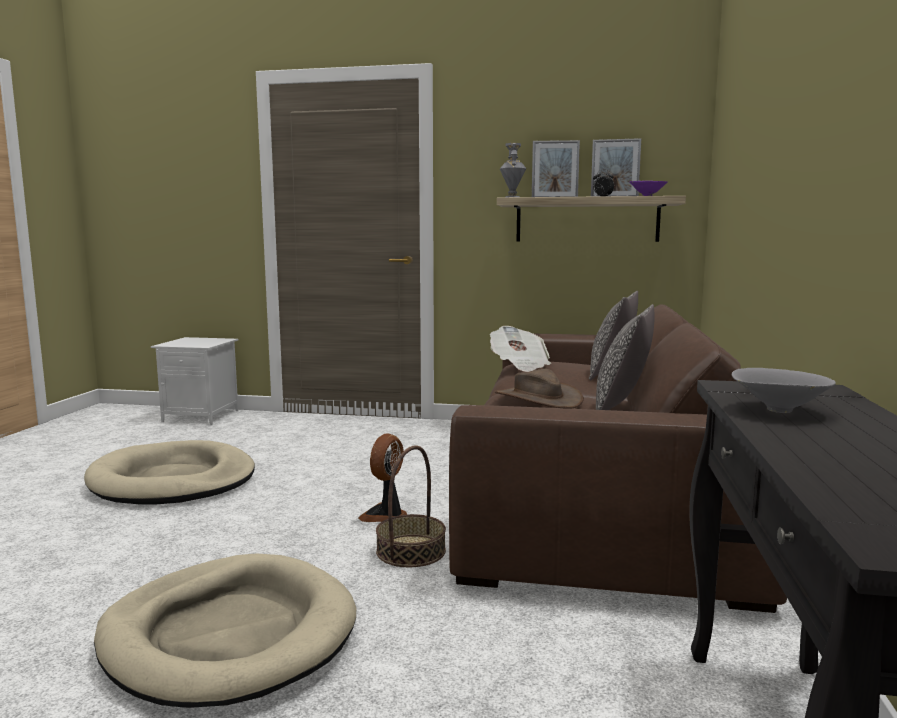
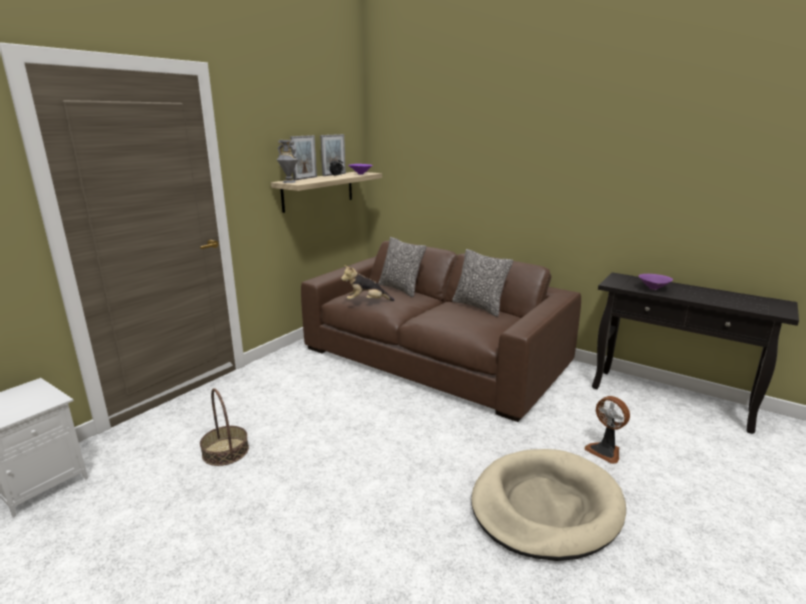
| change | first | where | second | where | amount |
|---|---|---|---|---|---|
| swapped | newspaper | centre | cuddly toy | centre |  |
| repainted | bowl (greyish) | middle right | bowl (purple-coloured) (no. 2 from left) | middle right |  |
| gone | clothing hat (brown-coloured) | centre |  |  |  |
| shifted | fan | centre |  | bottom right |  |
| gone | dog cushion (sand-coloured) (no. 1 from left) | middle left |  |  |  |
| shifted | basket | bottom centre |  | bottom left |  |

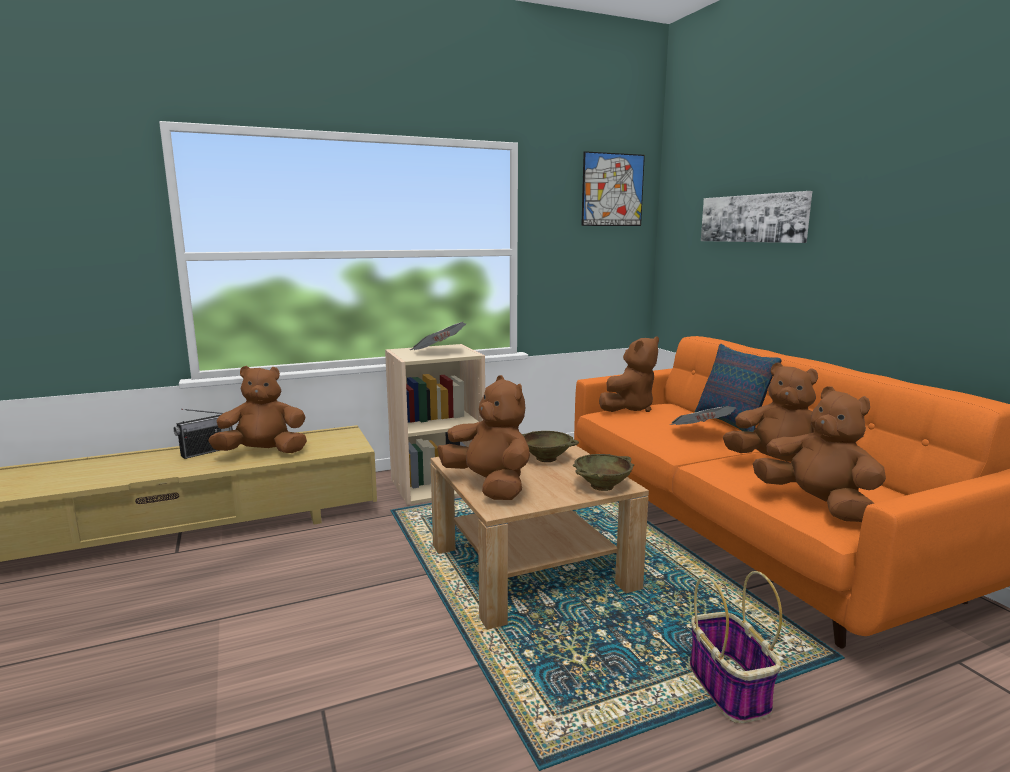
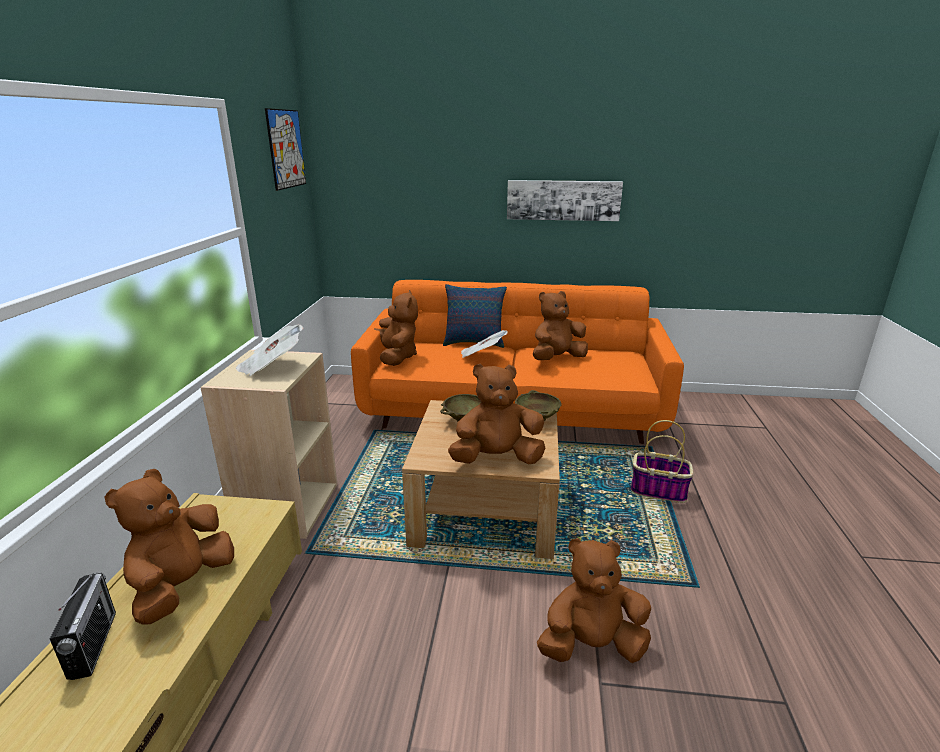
| change | first | where | second | where | amount |
|---|---|---|---|---|---|
| shifted | wall picture (no. 2 from left) | top right |  | top centre |  |
| shifted | cuddly toy (brown-coloured) (no. 5 from left) | middle right |  | bottom centre |  |

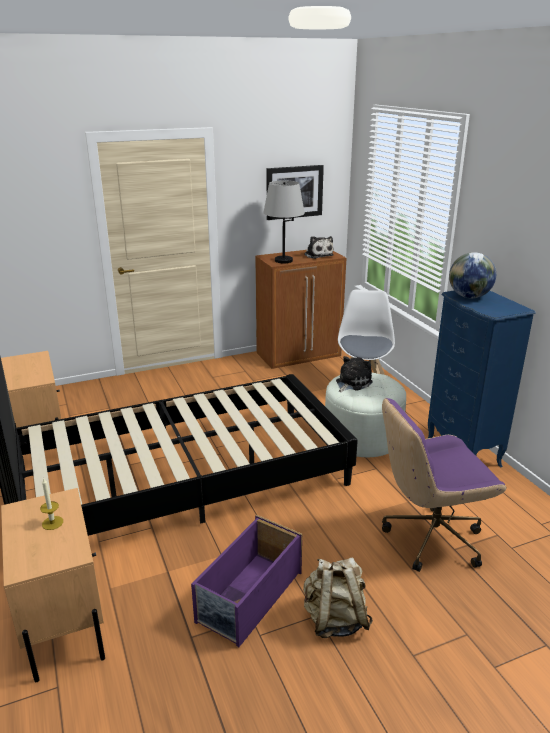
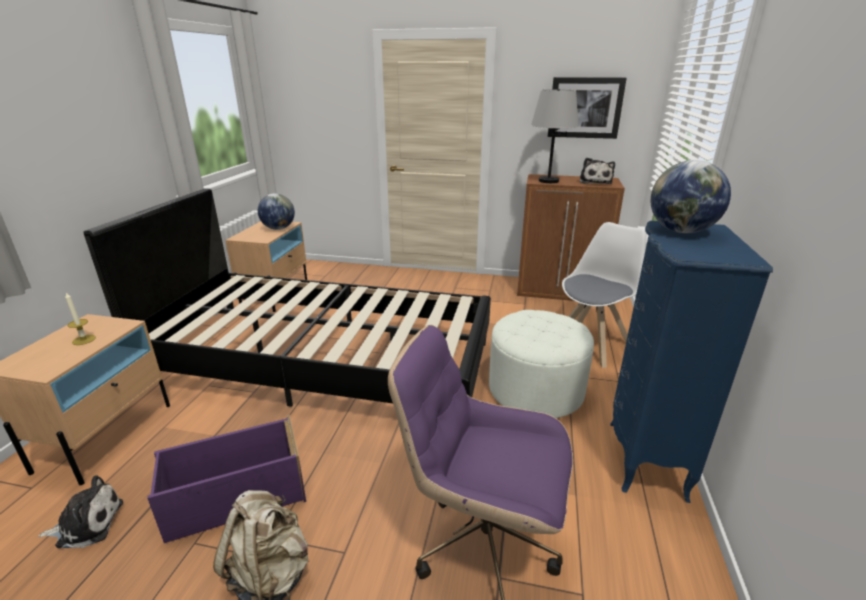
| change | first | where | second | where | amount |
|---|---|---|---|---|---|
| shifted | cuddly toy (no. 2 from left in the first image) | centre | cuddly toy (no. 1 from left) | bottom left |  |
| new |  |  | desk globe (no. 1 from left) | middle left |  |

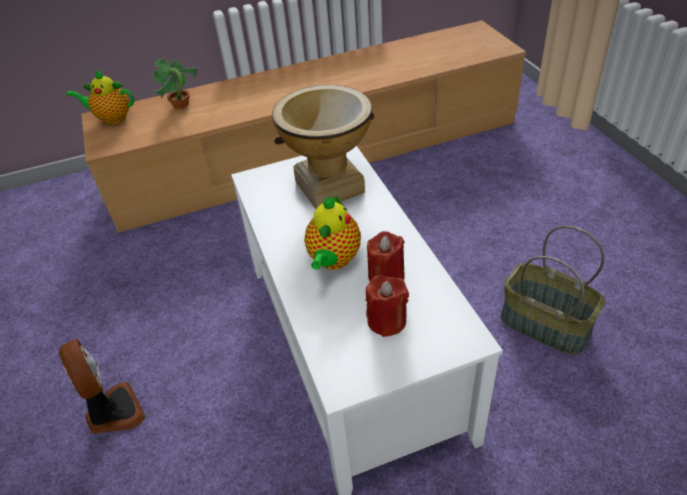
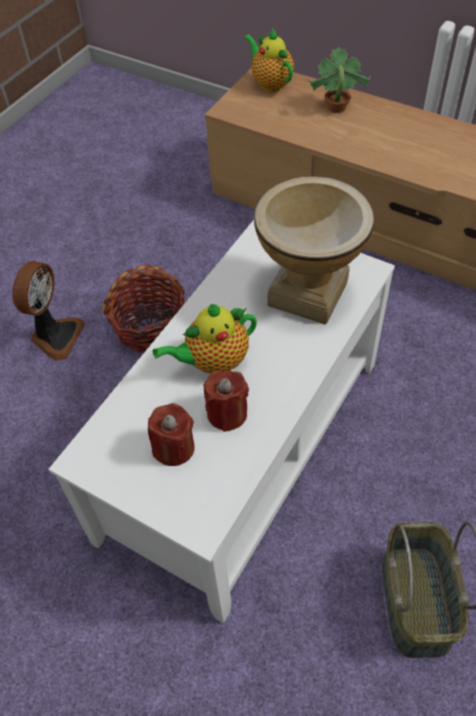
| change | first | where | second | where | amount |
|---|---|---|---|---|---|
| new |  |  | basket (no. 1 from left) | middle left |  |

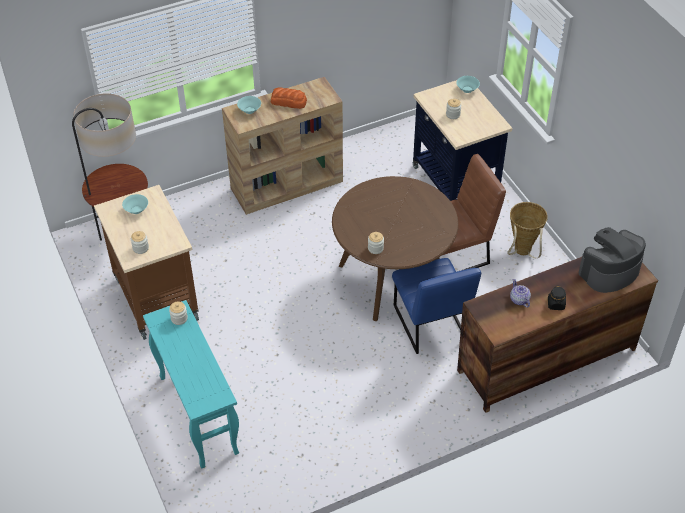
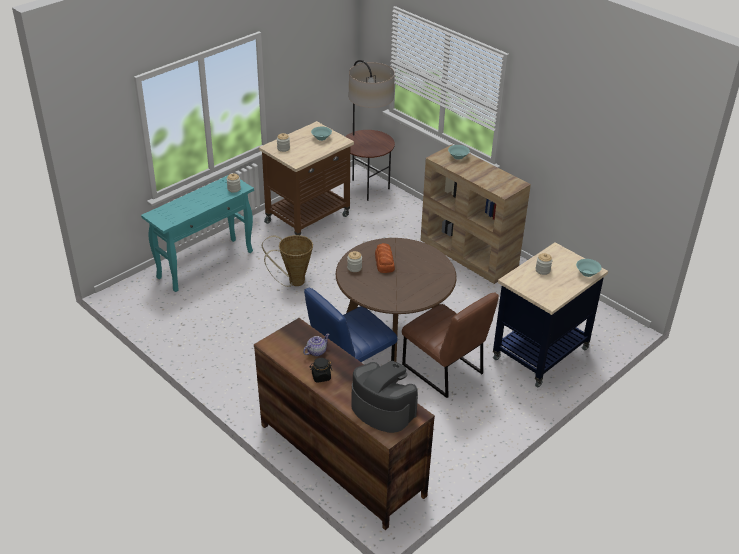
| change | first | where | second | where | amount |
|---|---|---|---|---|---|
| shifted | baked bread | top centre |  | centre |  |
| shifted | basket | middle right |  | centre |  |

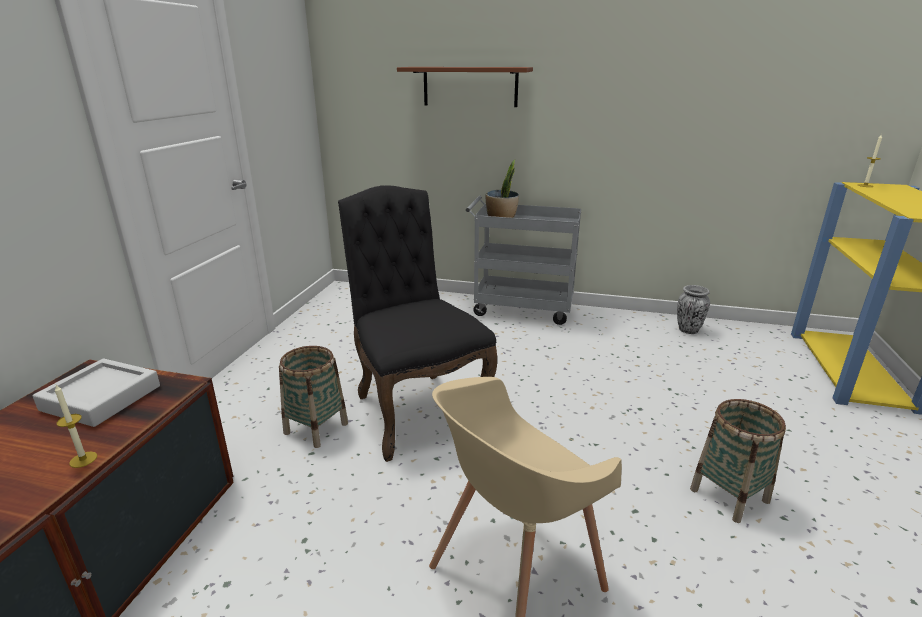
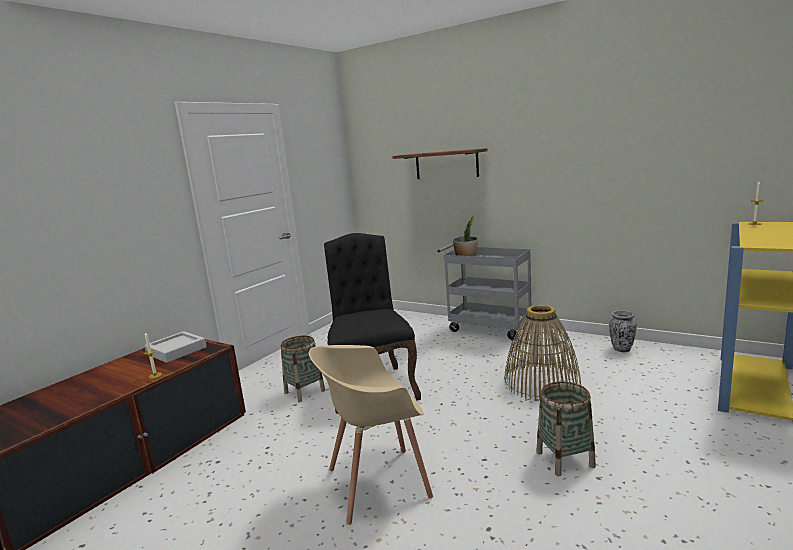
| change | first | where | second | where | amount |
|---|---|---|---|---|---|
| new |  |  | basket (no. 2 from left) | middle right |  |

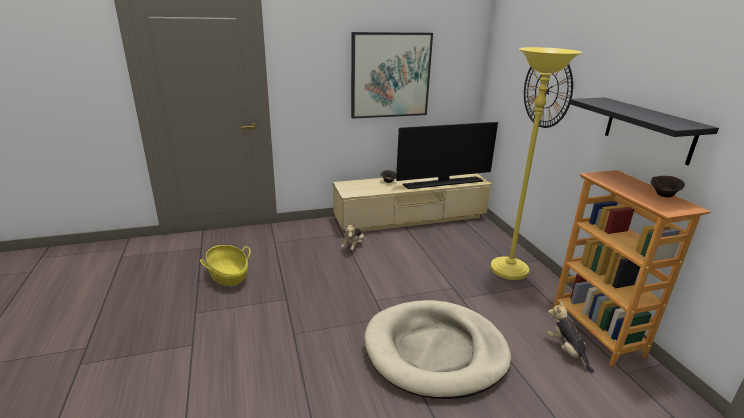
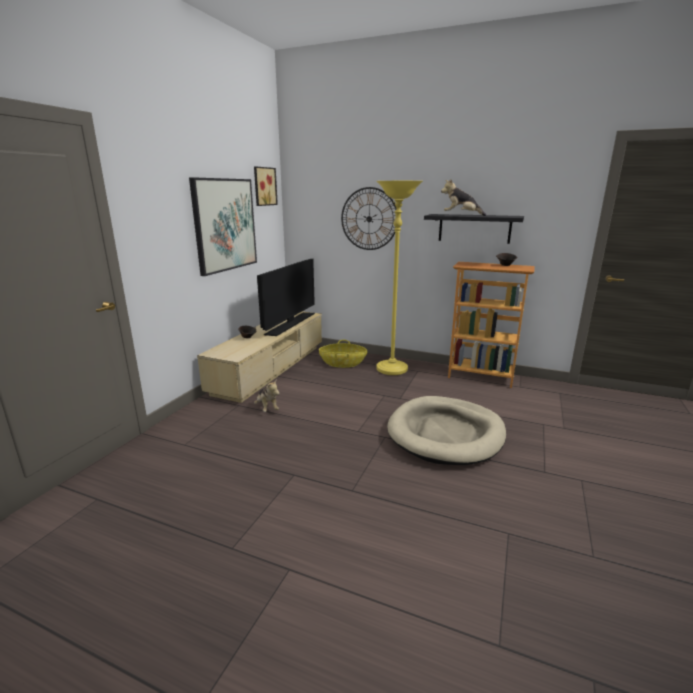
| change | first | where | second | where | amount |
|---|---|---|---|---|---|
| shifted | basket | middle left |  | centre |  |
| shifted | cuddly toy (no. 2 from left) | bottom right |  | top right |  |
| new |  |  | wall picture (no. 2 from left) | top centre |  |

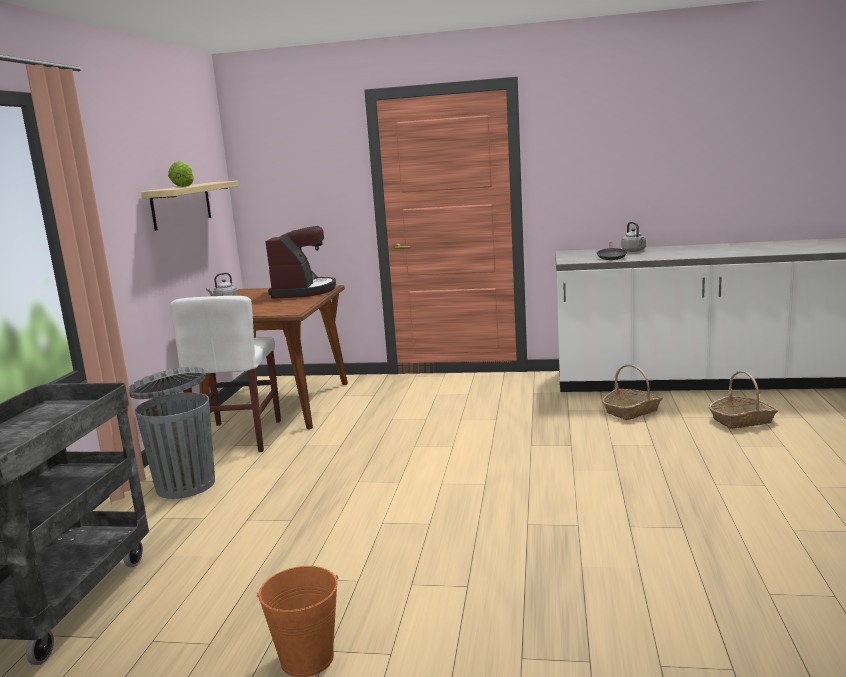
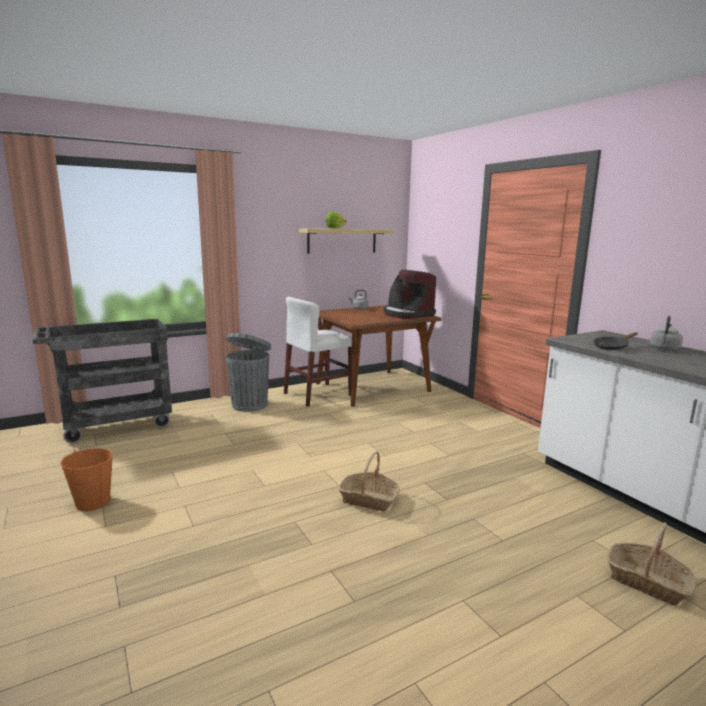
| change | first | where | second | where | amount |
|---|---|---|---|---|---|
| rotated | coffee maker | centre |  | centre | 90 degrees clockwise |
| shifted | basket (no. 1 from left) | middle right |  | bottom centre |  |

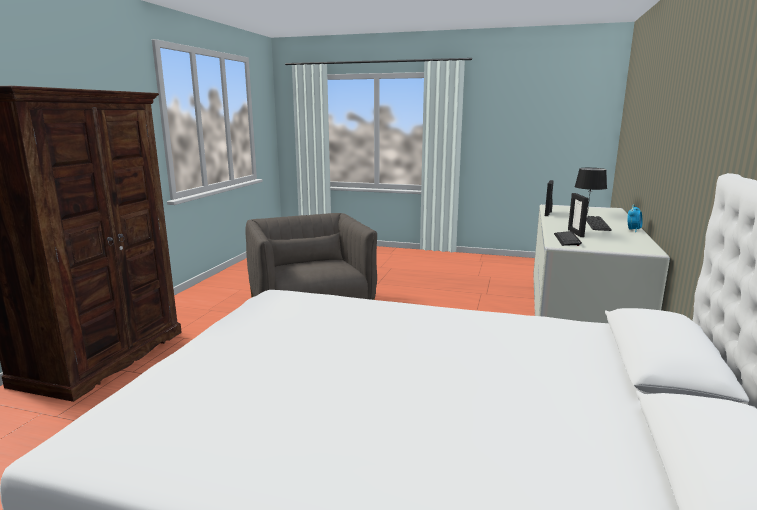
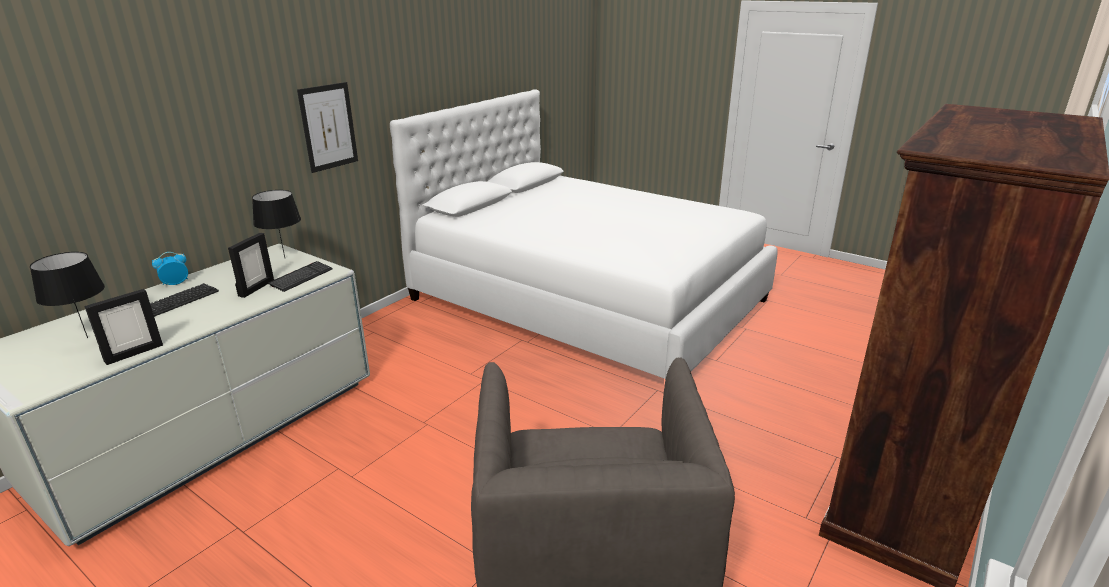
| change | first | where | second | where | amount |
|---|---|---|---|---|---|
| new |  |  | wall picture | top left |  |
| new |  |  | tabletop lamp (black) (no. 2 from left) | middle left |  |

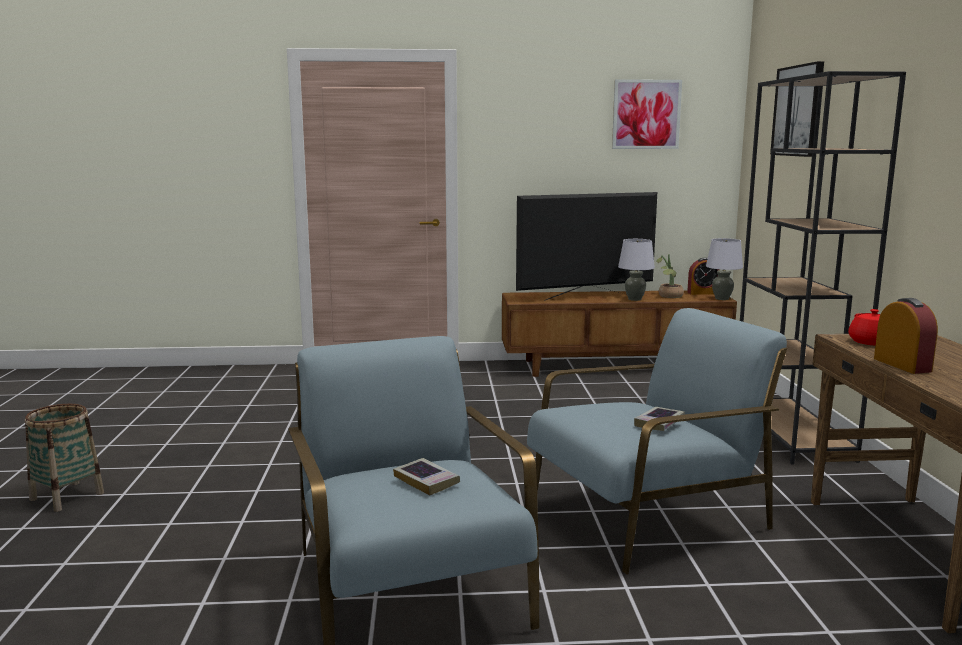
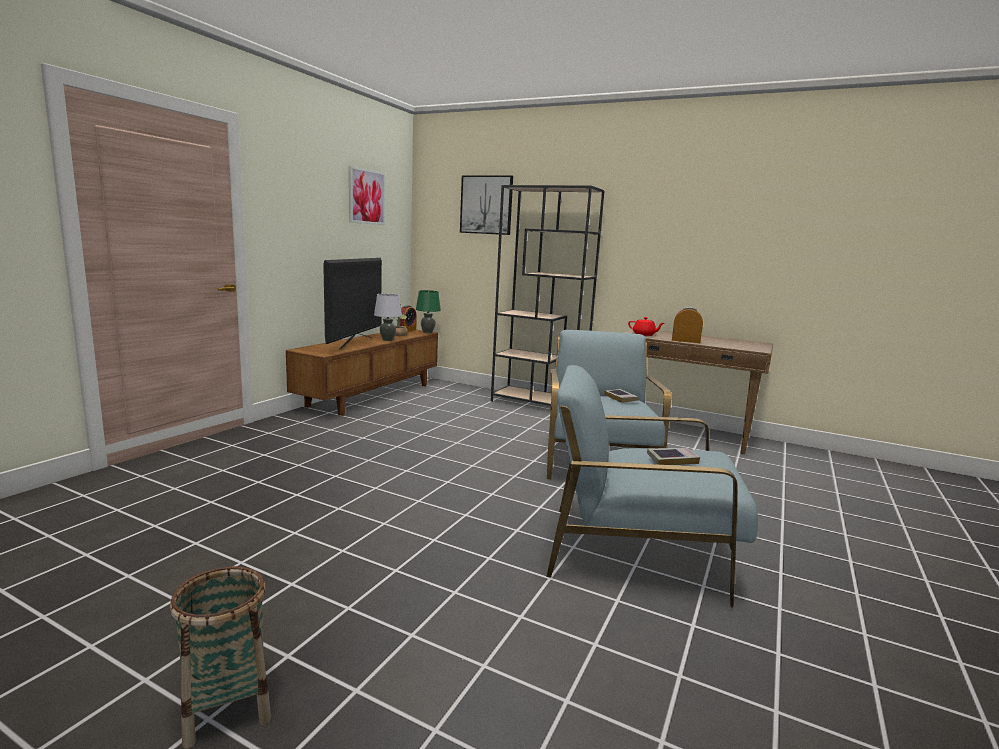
| change | first | where | second | where | amount |
|---|---|---|---|---|---|
| repainted | tabletop lamp (greyish) (no. 2 from left) | middle right | tabletop lamp (green-coloured) | centre |  |

